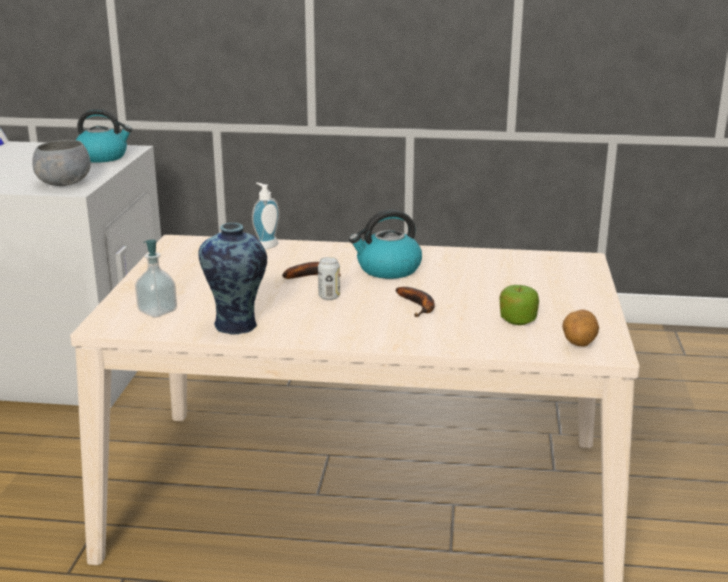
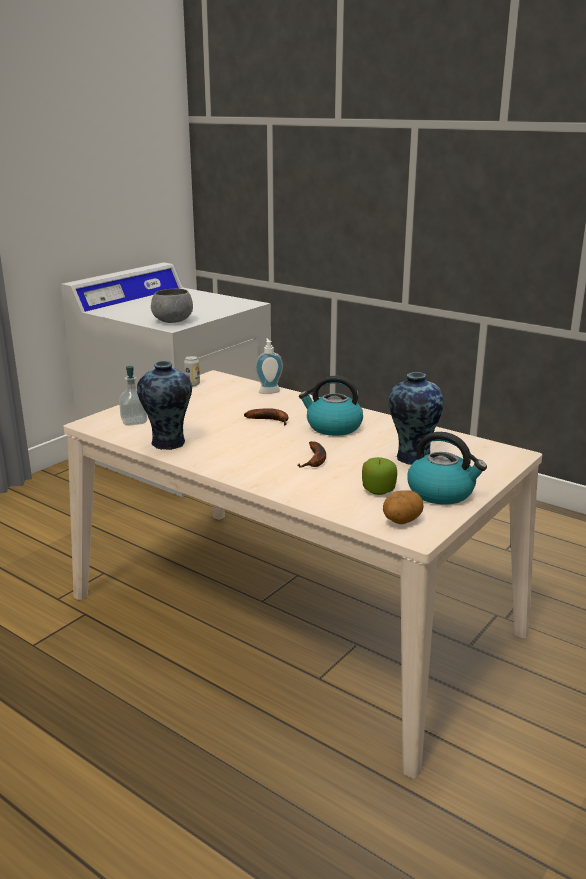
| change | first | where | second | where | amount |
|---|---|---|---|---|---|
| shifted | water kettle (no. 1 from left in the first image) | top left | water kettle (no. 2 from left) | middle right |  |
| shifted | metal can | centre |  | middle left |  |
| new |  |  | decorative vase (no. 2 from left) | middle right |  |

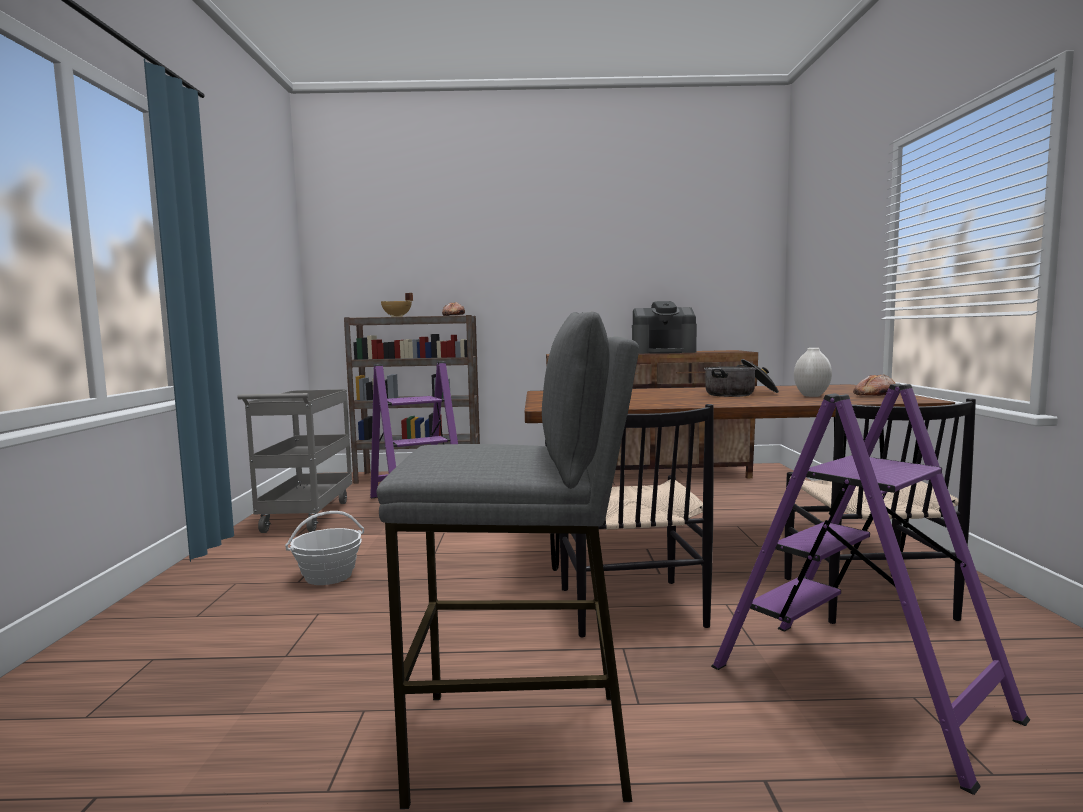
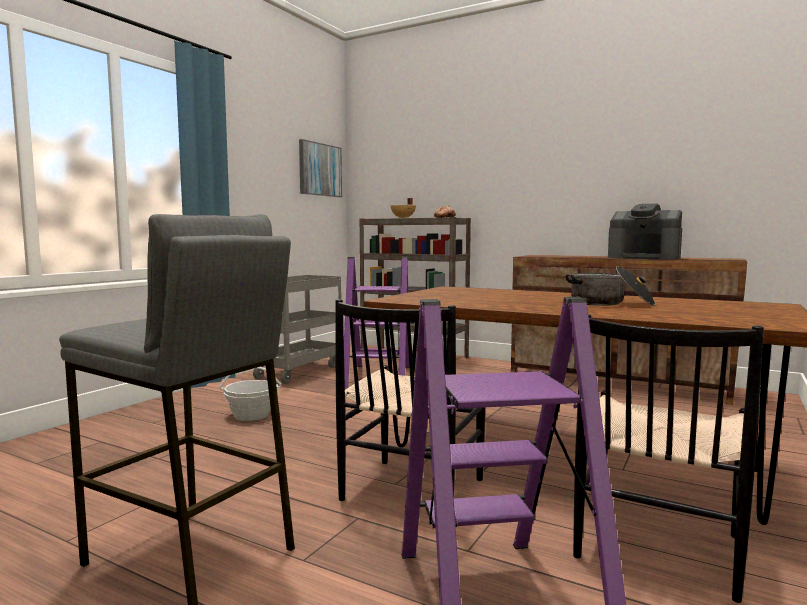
| change | first | where | second | where | amount |
|---|---|---|---|---|---|
| gone | decorative vase (whitish) | middle right |  |  |  |
| gone | baked bread (no. 2 from left) | middle right |  |  |  |
| new |  |  | wall picture | top centre |  |

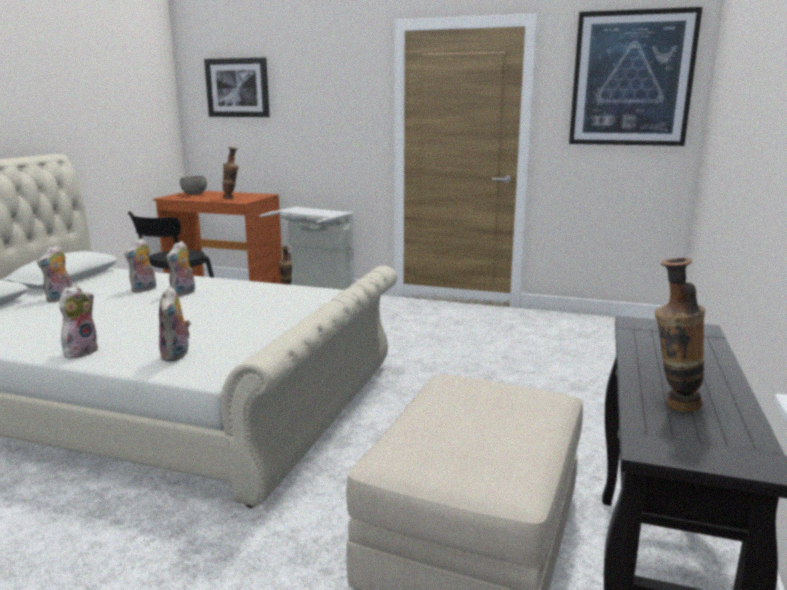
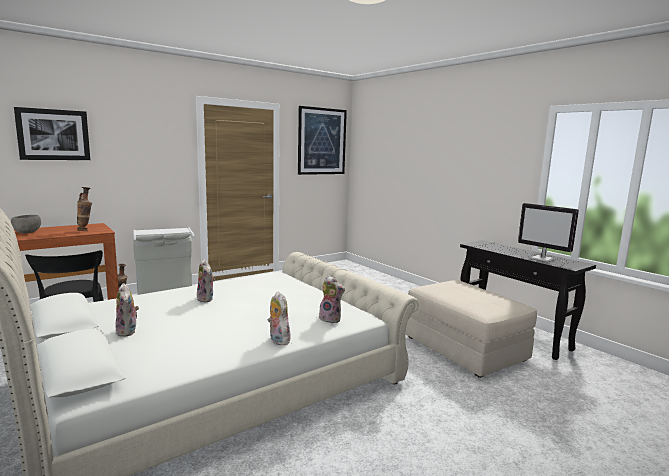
| change | first | where | second | where | amount |
|---|---|---|---|---|---|
| gone | cuddly toy (no. 3 from left) | middle left |  |  |  |
| swapped | decorative vase (no. 3 from left) | middle right | computer screen | middle right |  |

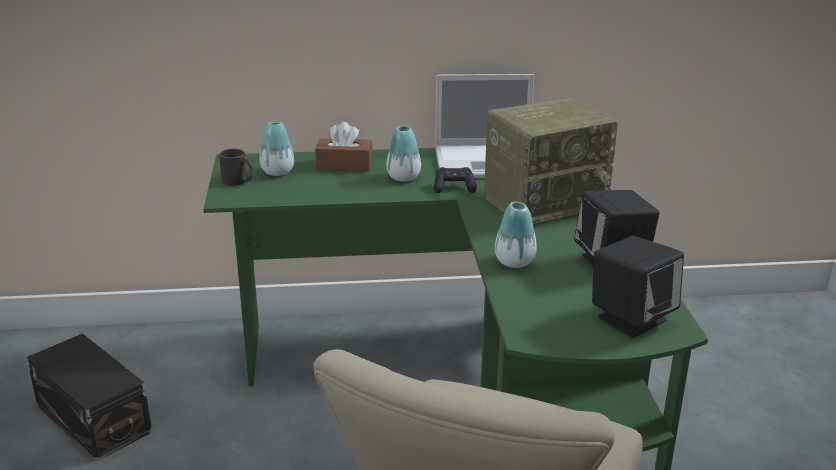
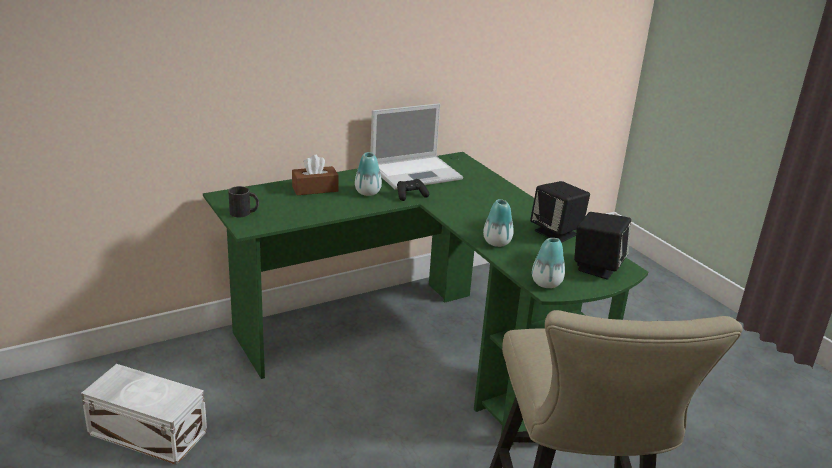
| change | first | where | second | where | amount |
|---|---|---|---|---|---|
| gone | radio set | centre |  |  |  |
| shifted | decorative vase (no. 1 from left in the first image) | top left | decorative vase (no. 3 from left) | centre |  |
| repainted | storage box (black) | bottom left | storage box (whitish) | bottom left |  |

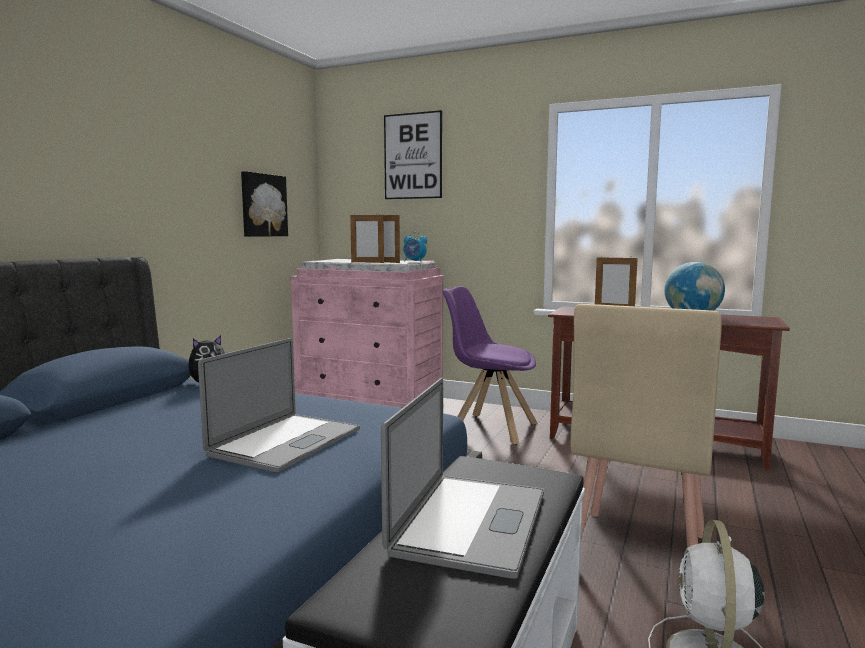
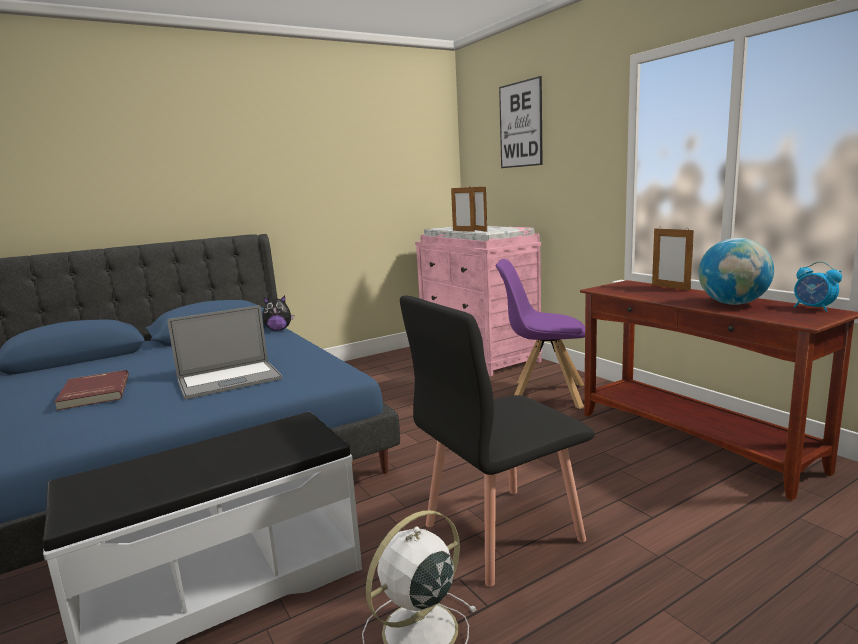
| change | first | where | second | where | amount |
|---|---|---|---|---|---|
| gone | wall picture (no. 1 from left) | top left |  |  |  |
| shifted | table clock | centre |  | middle right |  |
| rotated | upright chair (purple-coloured) | centre |  | centre | 45 degrees counterclockwise |
| repainted | upright chair (sand-coloured) | middle right | upright chair (black) | bottom centre |  |
| gone | laptop (no. 2 from left) | bottom centre |  |  |  |
| new |  |  | bound book (red) | middle left |  |

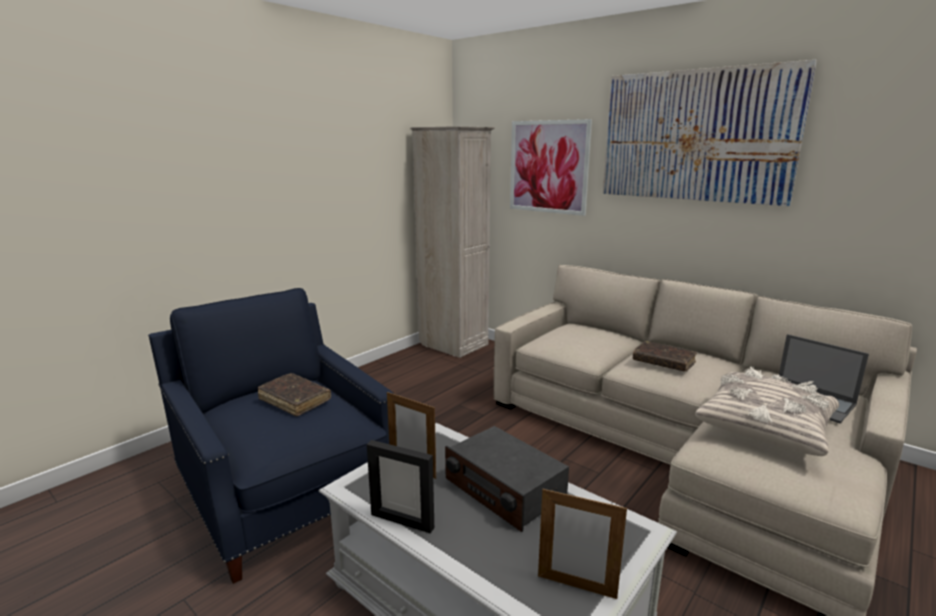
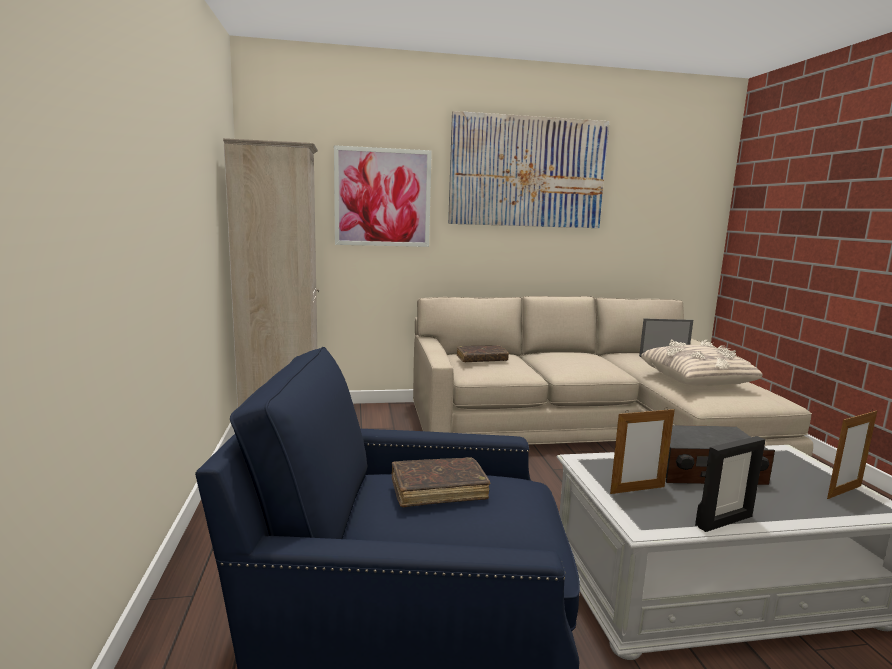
| change | first | where | second | where | amount |
|---|---|---|---|---|---|
| shifted | bound book (brown-coloured) (no. 2 from left) | middle right |  | centre |  |

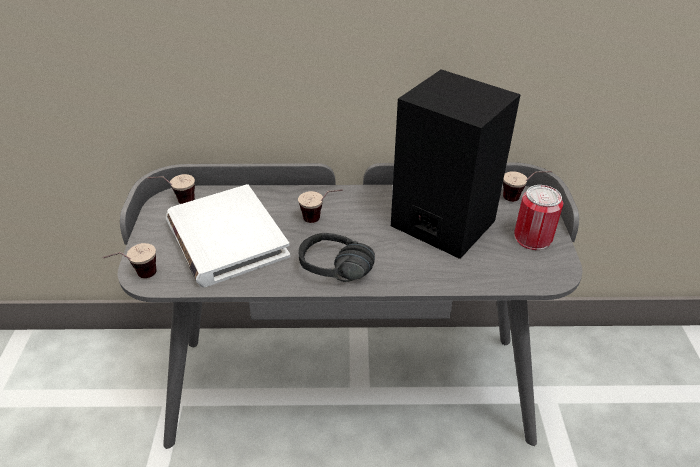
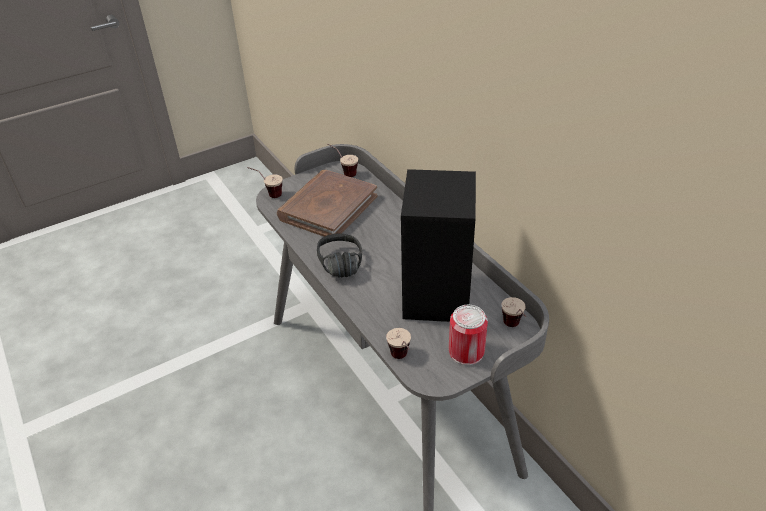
| change | first | where | second | where | amount |
|---|---|---|---|---|---|
| repainted | bound book (whitish) | middle left | bound book (brown-coloured) | centre |  |
| shifted | cup (no. 3 from left) | centre |  | bottom centre |  |

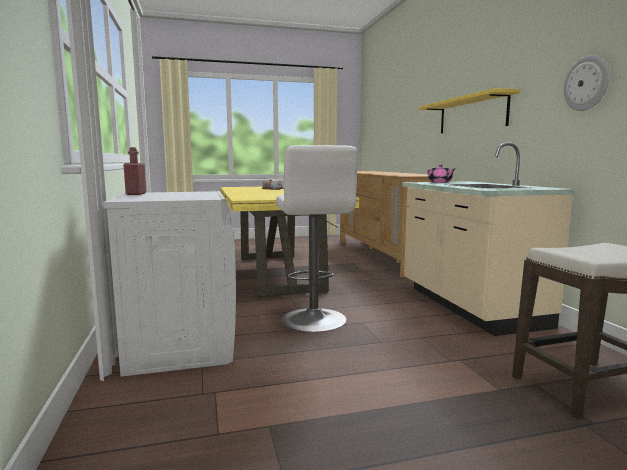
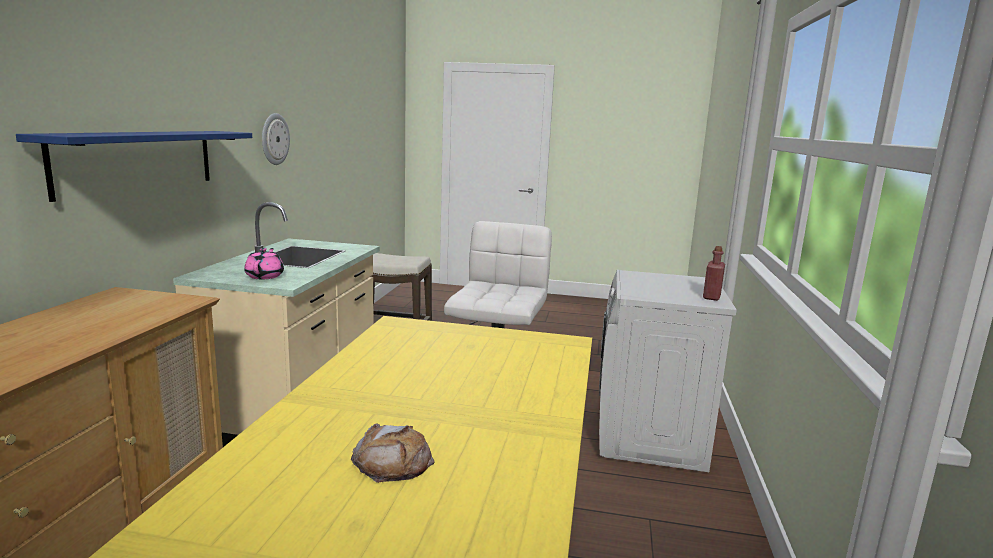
| change | first | where | second | where | amount |
|---|---|---|---|---|---|
| repainted | wall shelf (yellowish) | top right | wall shelf (bluish) | top left |  |

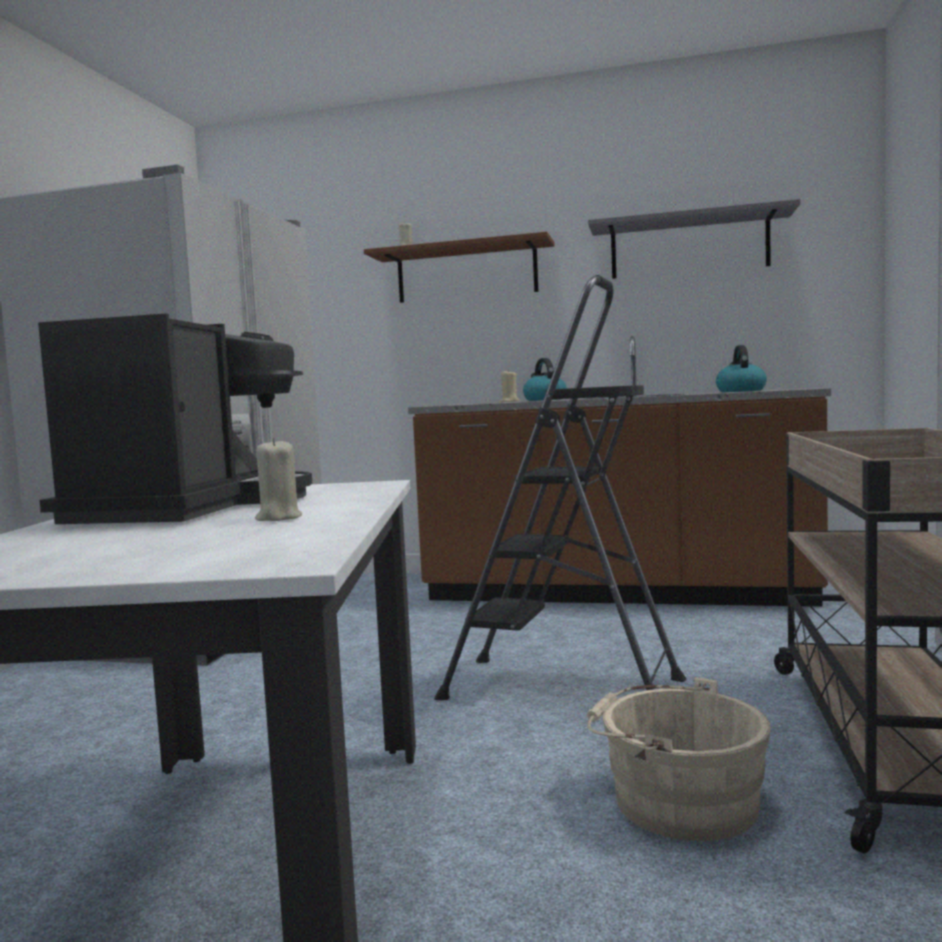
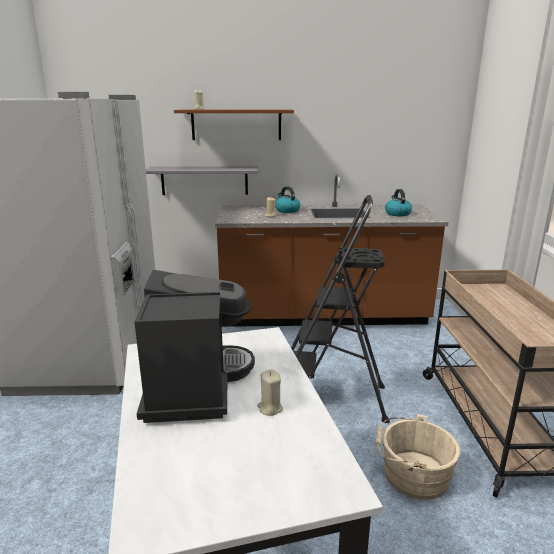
| change | first | where | second | where | amount |
|---|---|---|---|---|---|
| shifted | wall shelf (greyish) | top right |  | top centre |  |

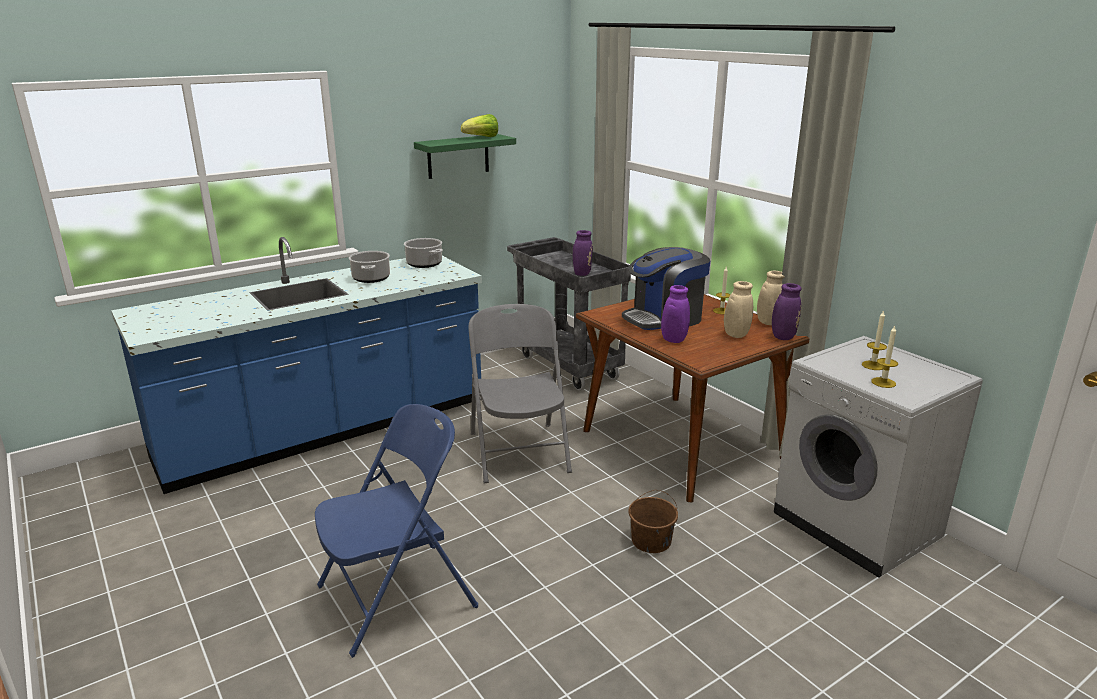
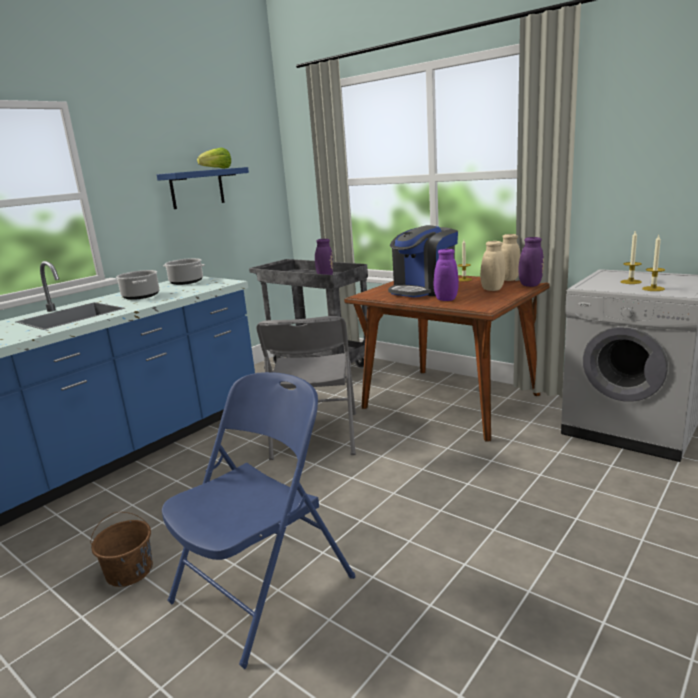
| change | first | where | second | where | amount |
|---|---|---|---|---|---|
| repainted | wall shelf (green-coloured) | top centre | wall shelf (bluish) | top left |  |
| rotated | upright chair (greyish) | centre |  | centre | 150 degrees counterclockwise |
| shifted | pail (brown-coloured) | bottom centre |  | bottom left |  |

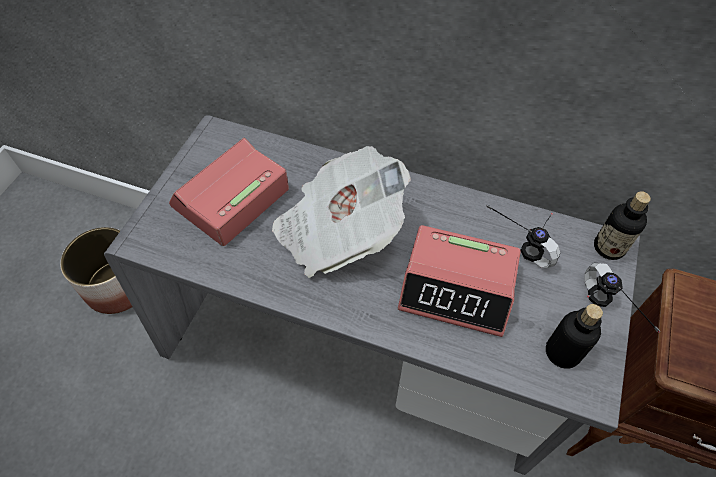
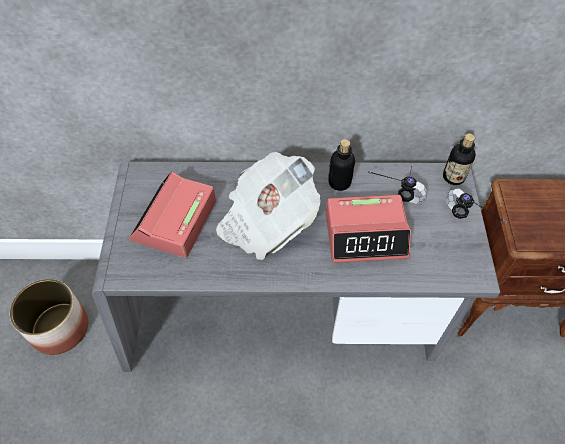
| change | first | where | second | where | amount |
|---|---|---|---|---|---|
| shifted | beverage bottle (no. 1 from left) | bottom right |  | centre |  |

